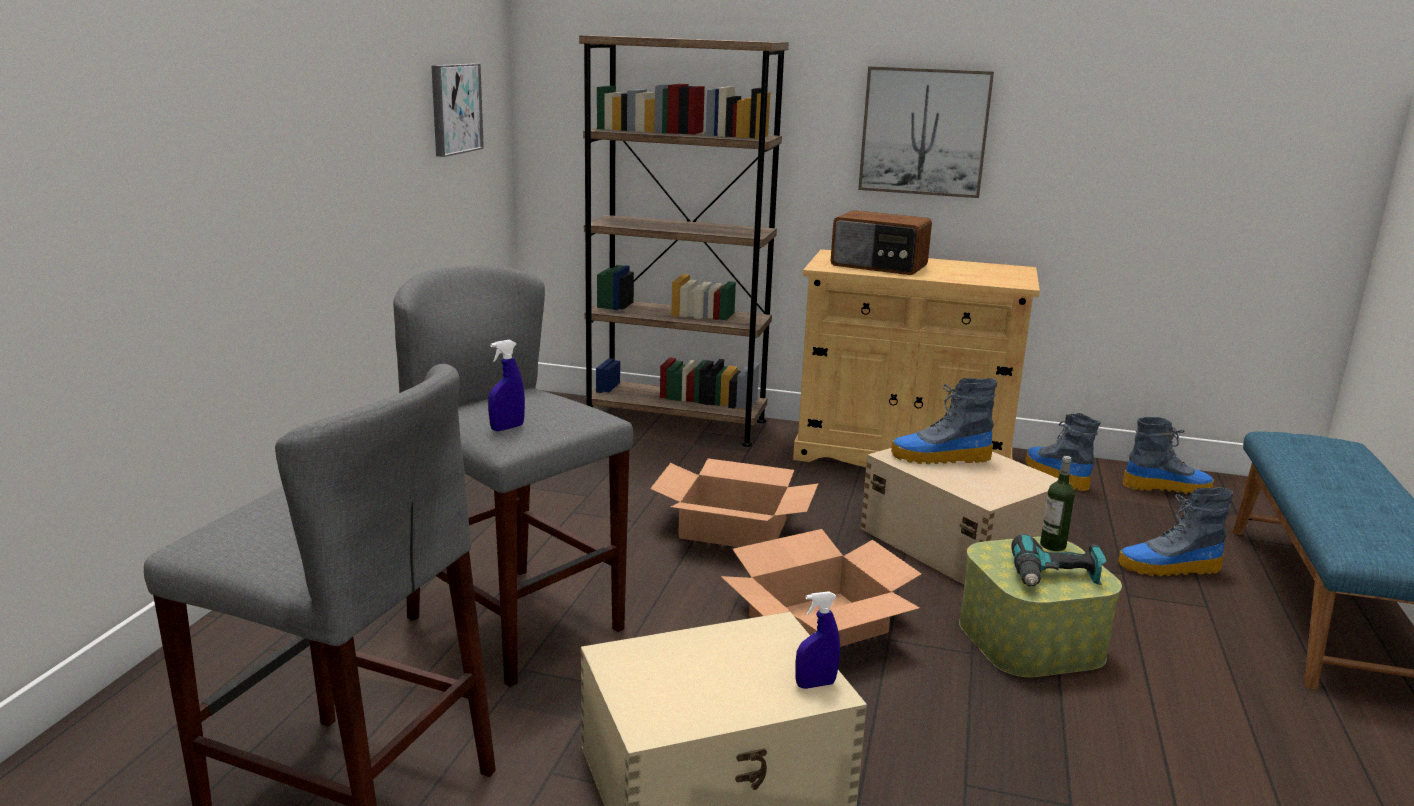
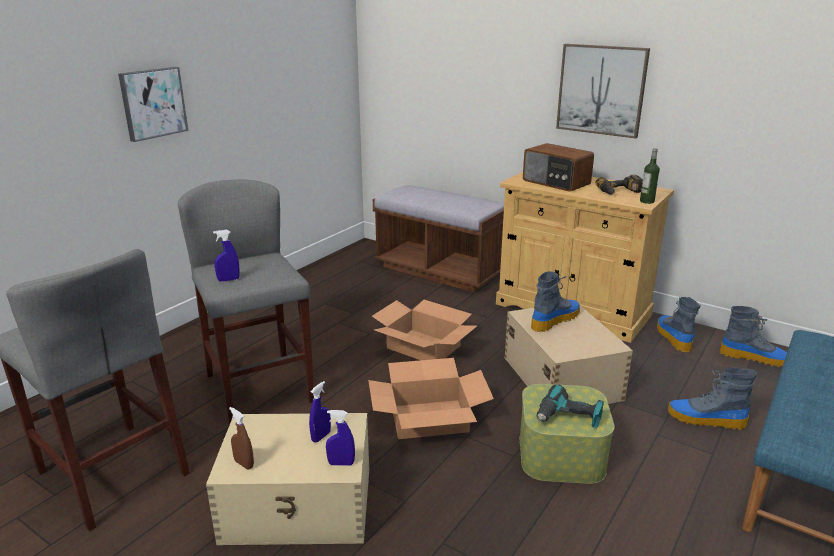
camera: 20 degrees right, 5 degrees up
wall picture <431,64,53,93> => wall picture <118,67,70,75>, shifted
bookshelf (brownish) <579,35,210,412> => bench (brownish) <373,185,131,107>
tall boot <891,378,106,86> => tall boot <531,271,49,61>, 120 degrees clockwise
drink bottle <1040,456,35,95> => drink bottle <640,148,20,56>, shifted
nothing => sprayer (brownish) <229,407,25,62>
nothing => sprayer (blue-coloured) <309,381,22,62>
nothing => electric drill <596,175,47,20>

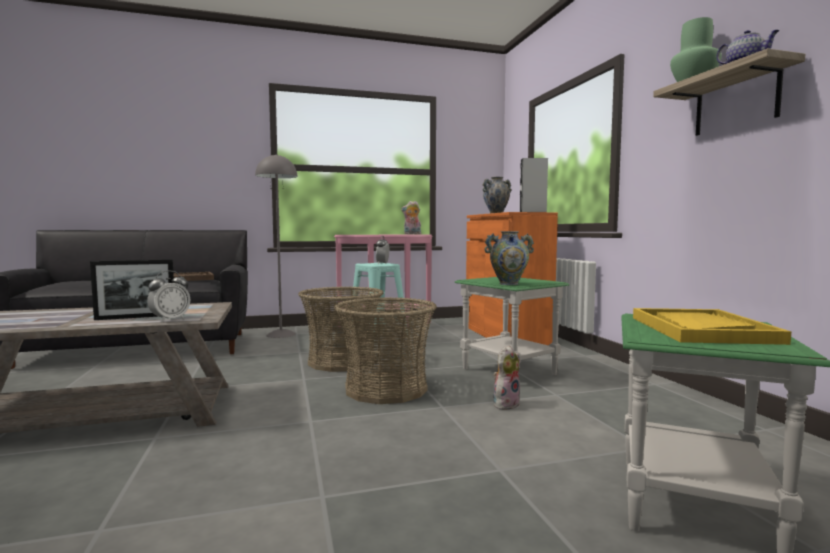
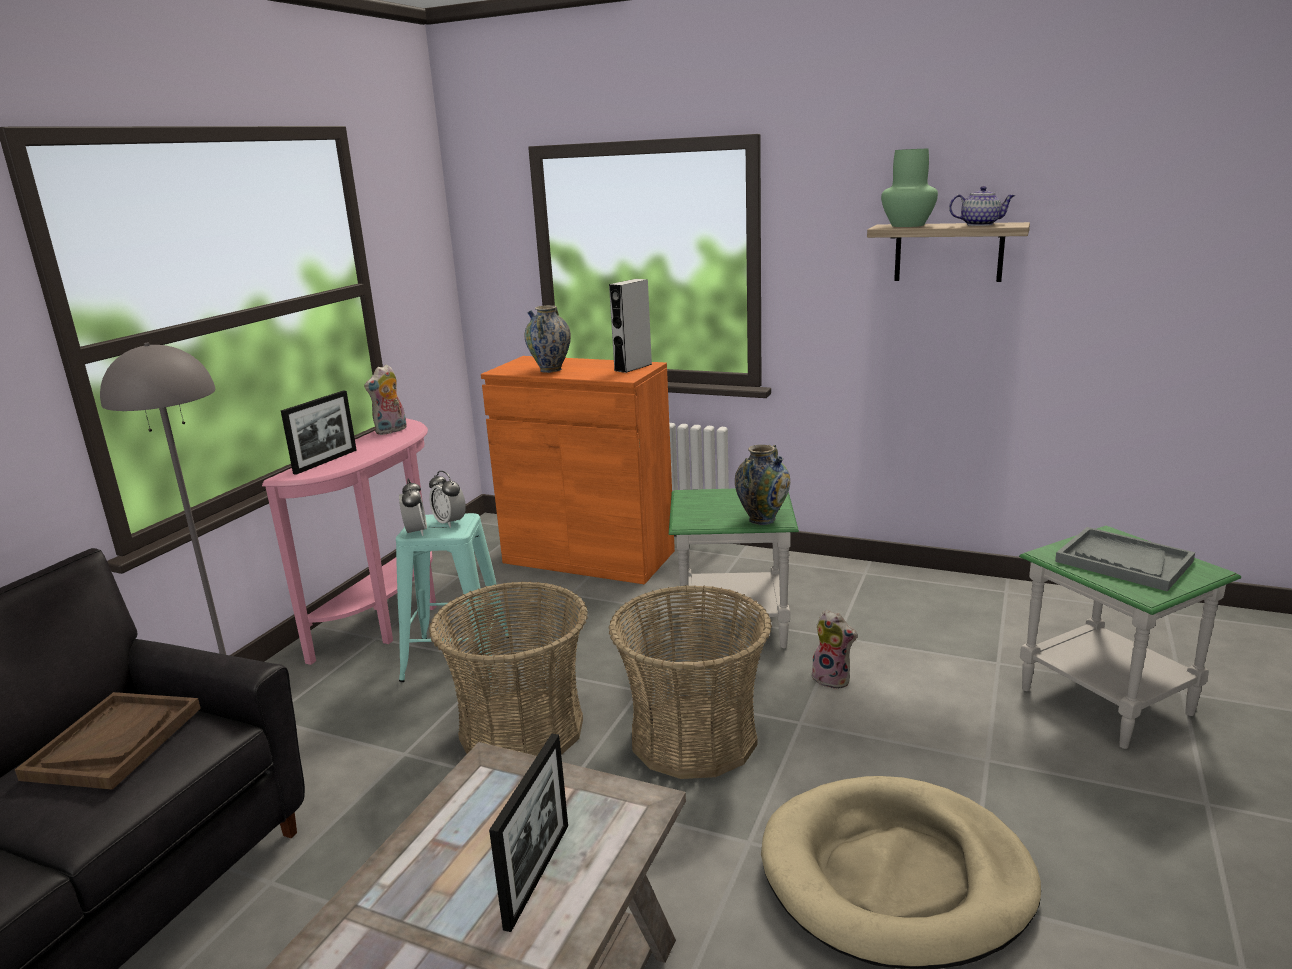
camera: 50 degrees left, 15 degrees up
alarm clock <147,271,43,51> => alarm clock <399,479,28,57>, shifted
plush toy <493,345,27,65> => plush toy <811,610,46,79>, 135 degrees clockwise
carrying tray (yellowish) <633,308,158,37> => carrying tray (gray) <1055,527,140,64>
nothing => picture frame <281,390,76,85>
nothing => dog cushion (sand-coloured) <761,776,280,193>

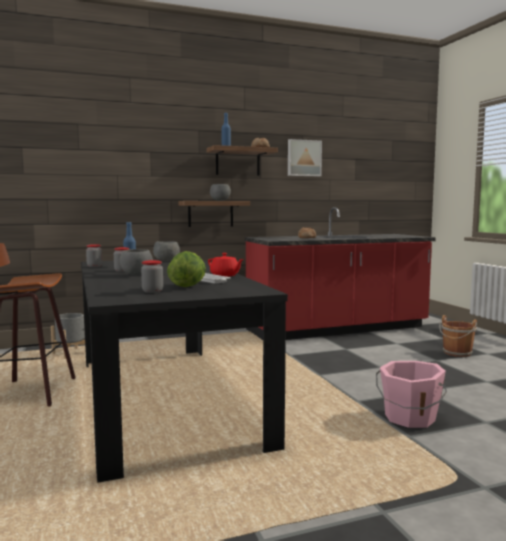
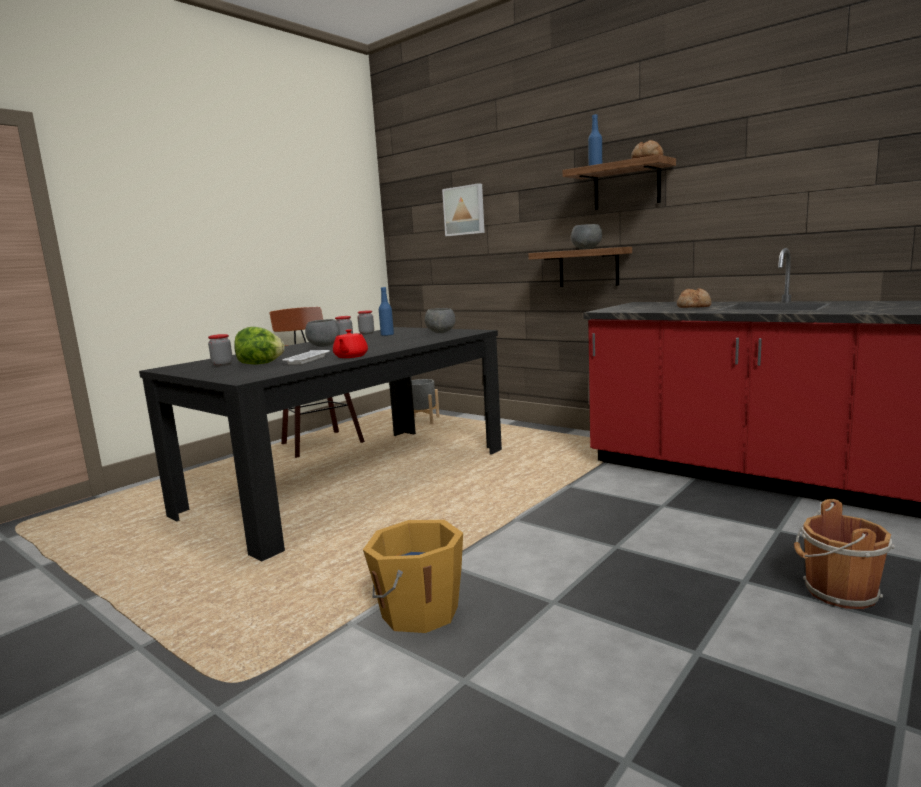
camera: 60 degrees right, 5 degrees up
wall picture <288,139,34,37> => wall picture <442,183,43,53>, shifted
bucket (pinkish) <376,361,71,67> => bucket (orange) <363,520,100,113>

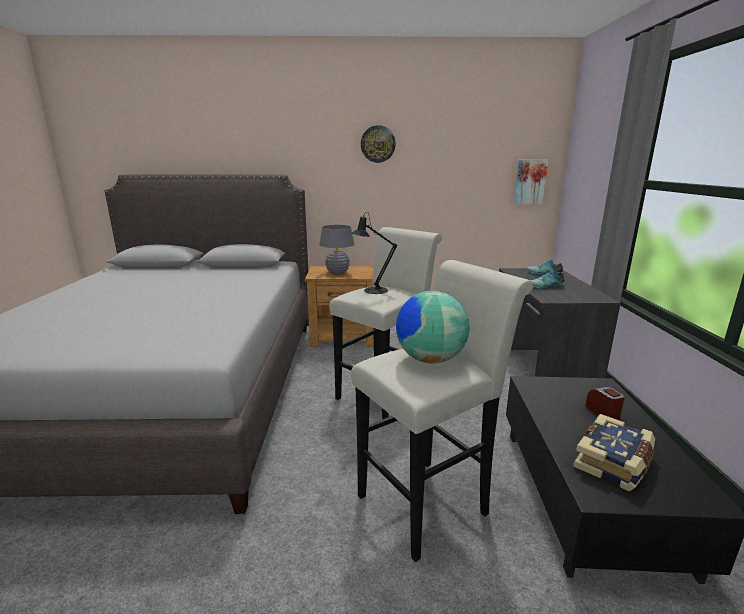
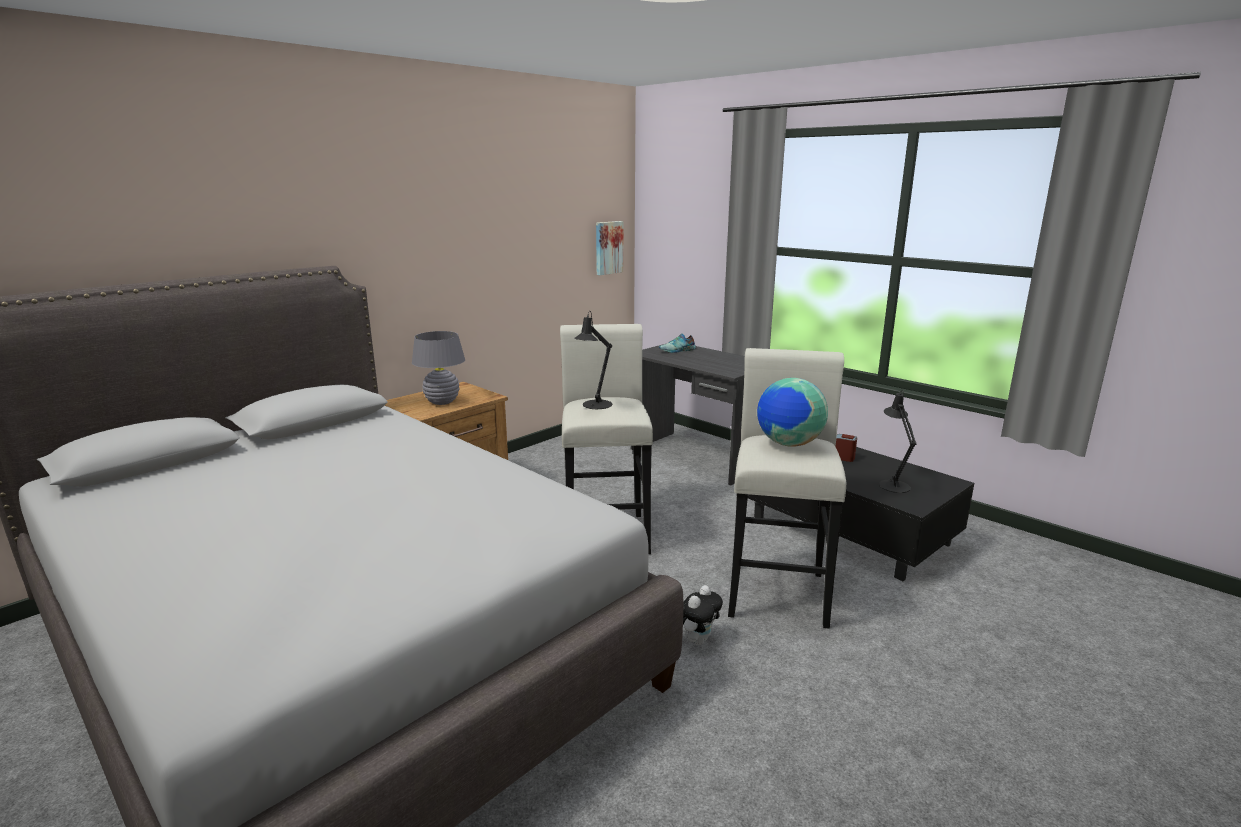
camera: 45 degrees left, 0 degrees up
wall clock <361,125,35,38> => nothing
low shoe <530,270,35,19> => nothing
book <573,414,82,77> => tabletop lamp (black) <879,390,38,103>
nothing => plush toy <683,585,40,60>

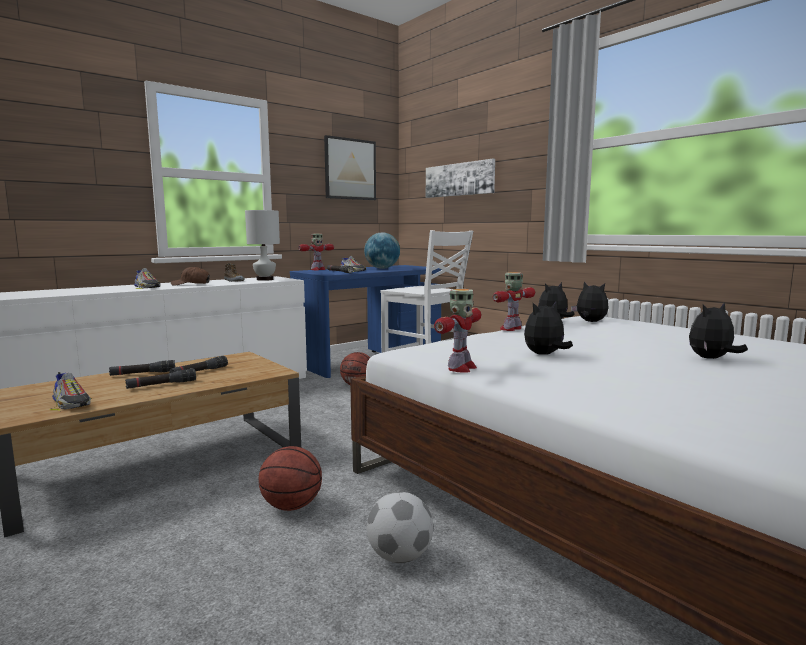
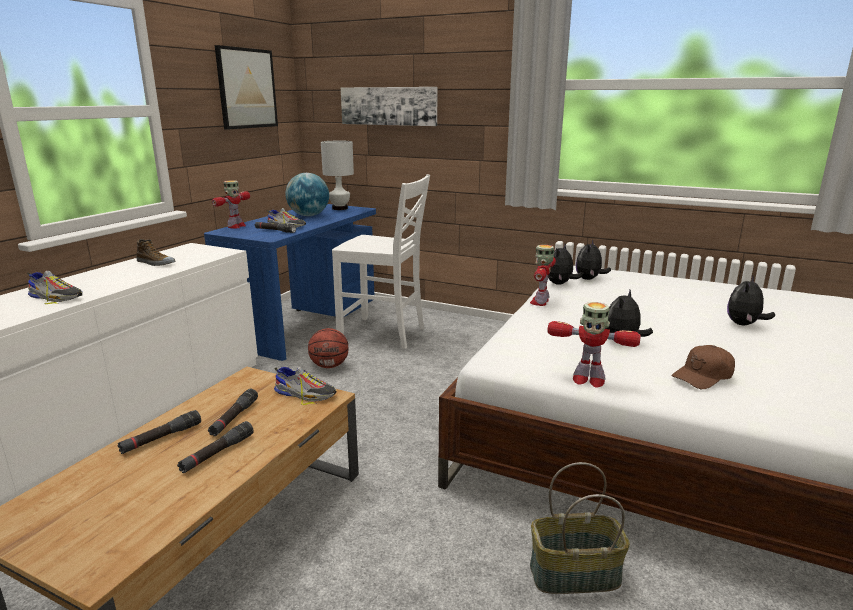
camera: 25 degrees left, 10 degrees up
low shoe <50,372,42,39> => low shoe <274,367,62,38>, shifted
cap (brownish) <171,266,39,20> => cap (brownish) <672,345,63,44>, shifted
tabletop lamp (whitish) <245,210,35,71> => tabletop lamp (whitish) <321,141,33,69>, shifted
ball for basketball <259,446,63,65> => nothing
football ball <367,492,66,71> => storage basket <530,462,100,132>
robot figure <434,289,47,84> => robot figure <547,302,94,85>, 105 degrees clockwise
plush toy <571,282,38,40> => plush toy <576,239,35,41>, 90 degrees counterclockwise

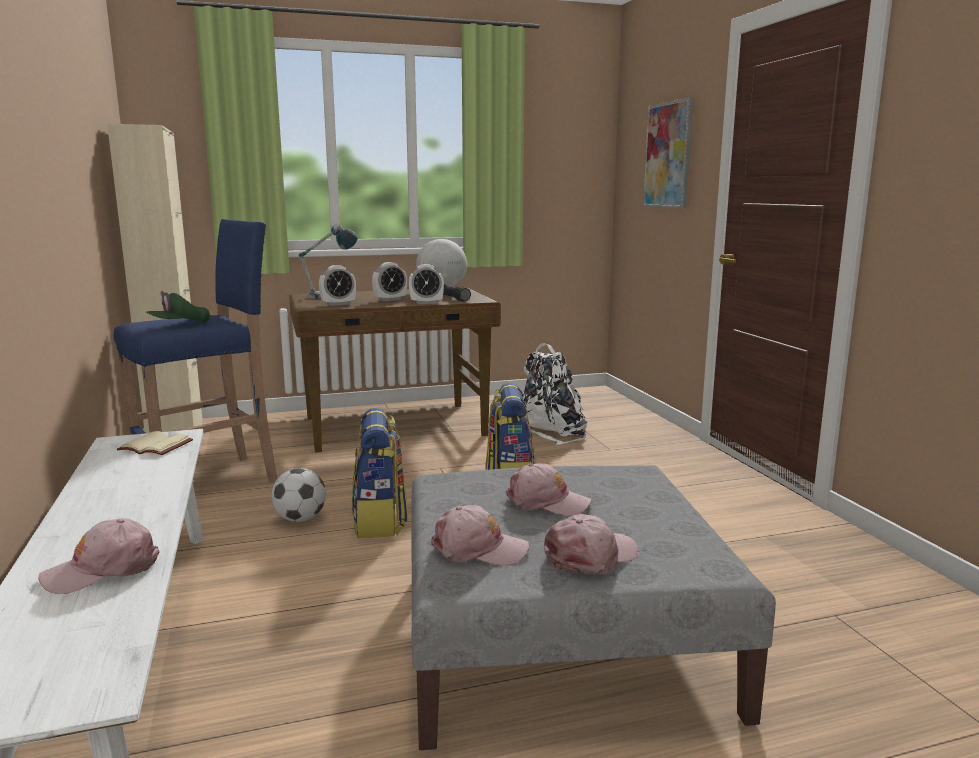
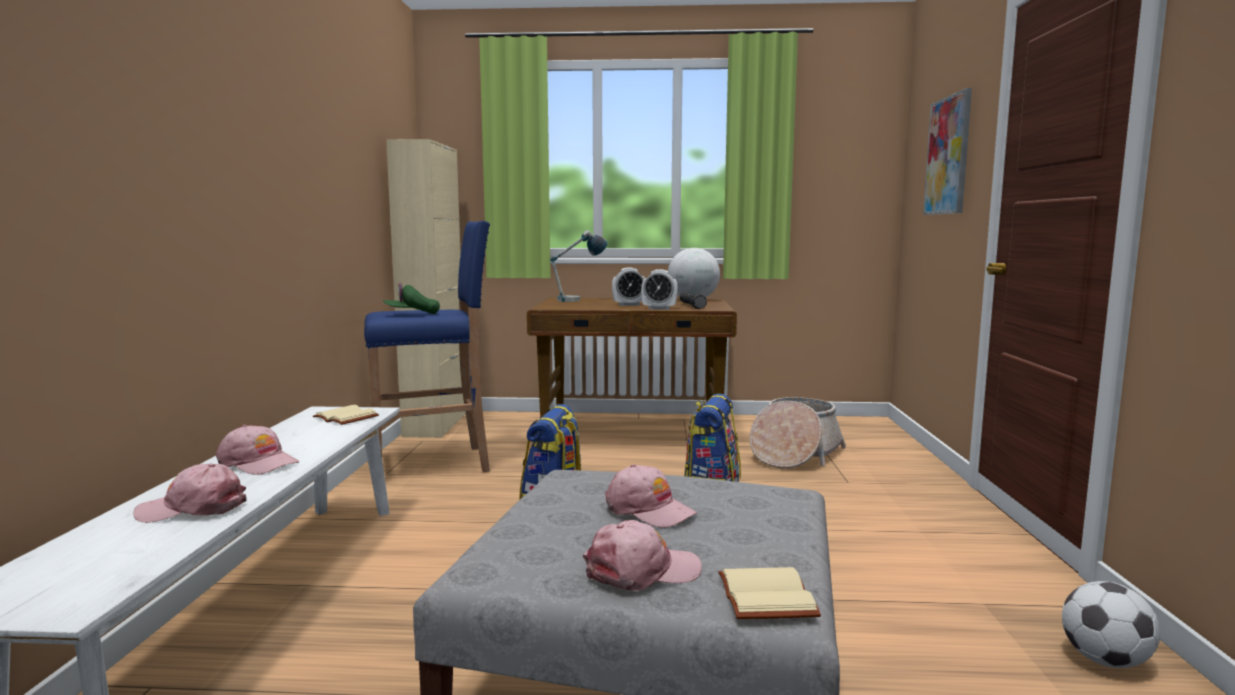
camera: 20 degrees right, 5 degrees down
football ball <271,468,55,54> => football ball <1062,581,98,87>, shifted
alarm clock <319,265,37,41> => nothing
cap (pinkish) <431,505,99,60> => cap (pinkish) <216,425,83,50>, shifted
rucksack (whitish) <523,343,64,102> => storage basket <750,397,96,71>
nothing => book (sand-coloured) <718,567,103,52>

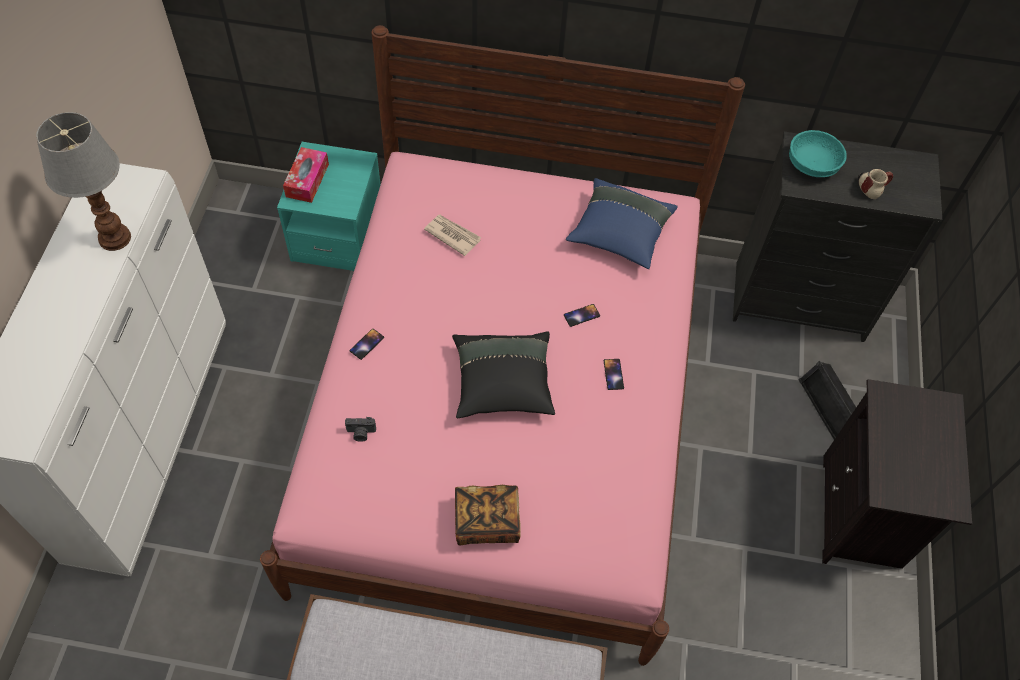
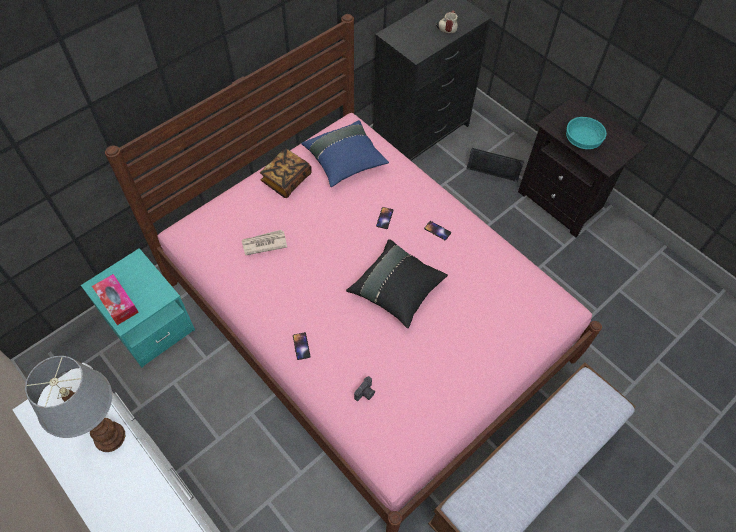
camera: 50 degrees left, 0 degrees up
book <455,485,66,61> => book <260,148,52,50>, shifted
bowl (turquoise-coloured) <789,130,58,47> => bowl (turquoise-coloured) <566,117,41,32>, shifted

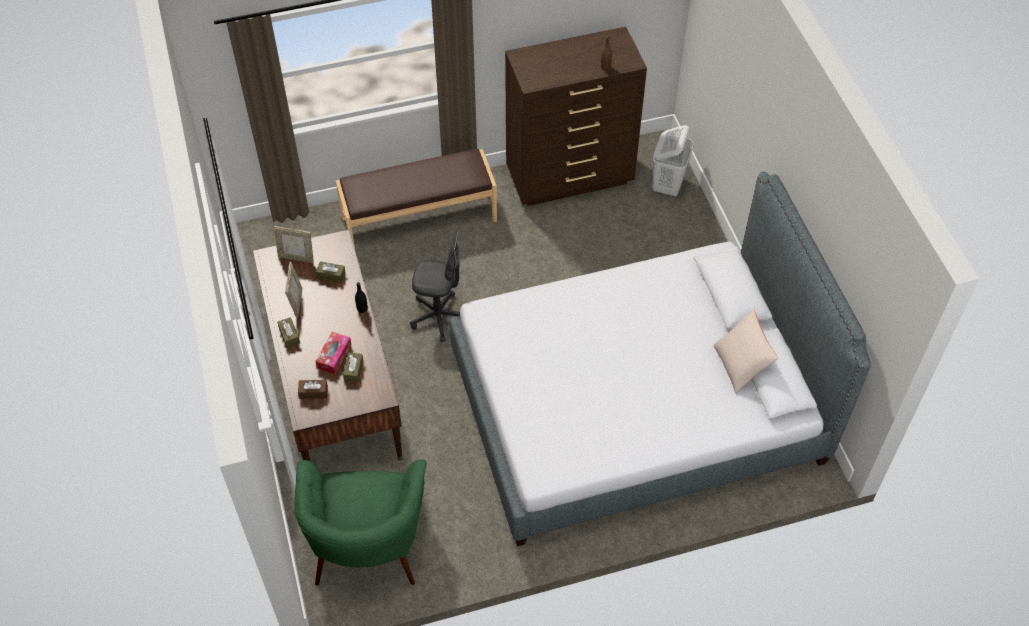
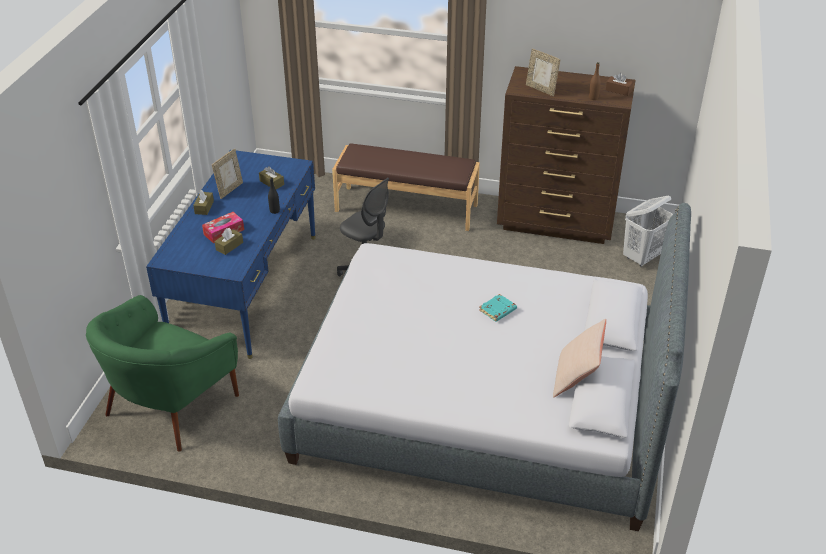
camera: 30 degrees right, 15 degrees down
desk (brownish) <253,230,150,232> => desk (blue-coloured) <146,150,170,209>
picture frame <274,226,40,37> => picture frame <526,48,34,48>, shifted
box of tissues (brownish) <298,380,30,19> => box of tissues (brownish) <606,73,27,23>, shifted
nothing => book (turquoise-coloured) <479,294,38,28>

